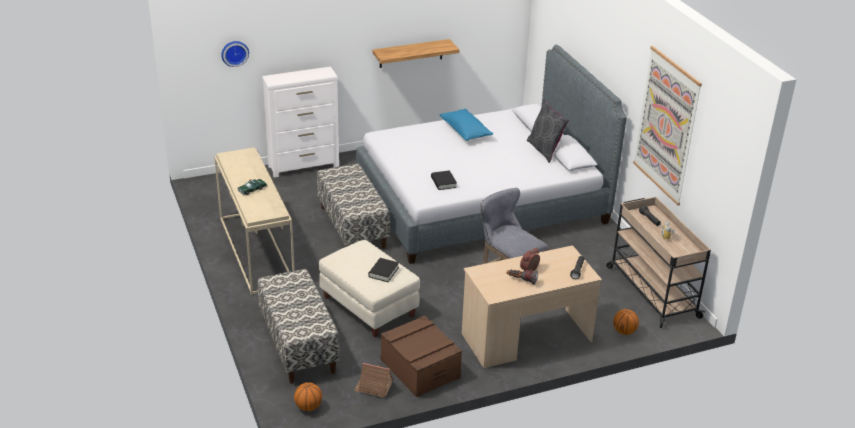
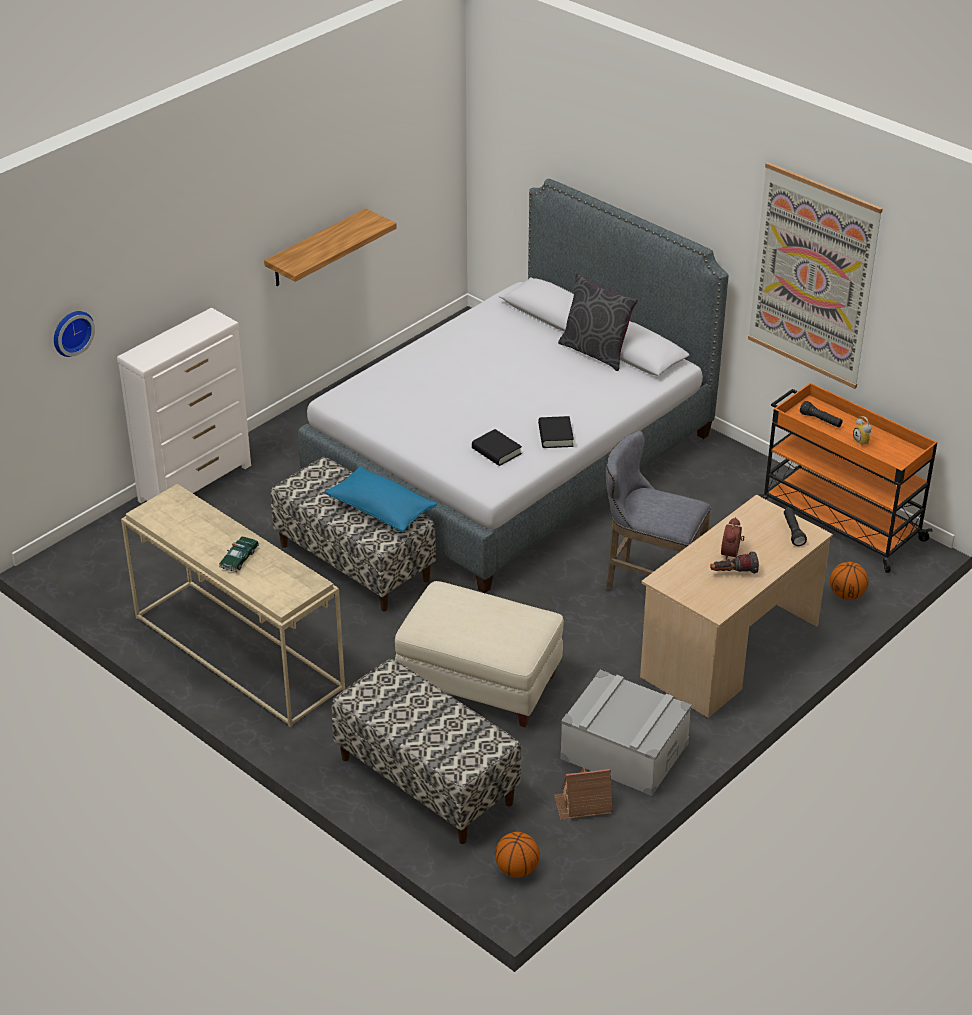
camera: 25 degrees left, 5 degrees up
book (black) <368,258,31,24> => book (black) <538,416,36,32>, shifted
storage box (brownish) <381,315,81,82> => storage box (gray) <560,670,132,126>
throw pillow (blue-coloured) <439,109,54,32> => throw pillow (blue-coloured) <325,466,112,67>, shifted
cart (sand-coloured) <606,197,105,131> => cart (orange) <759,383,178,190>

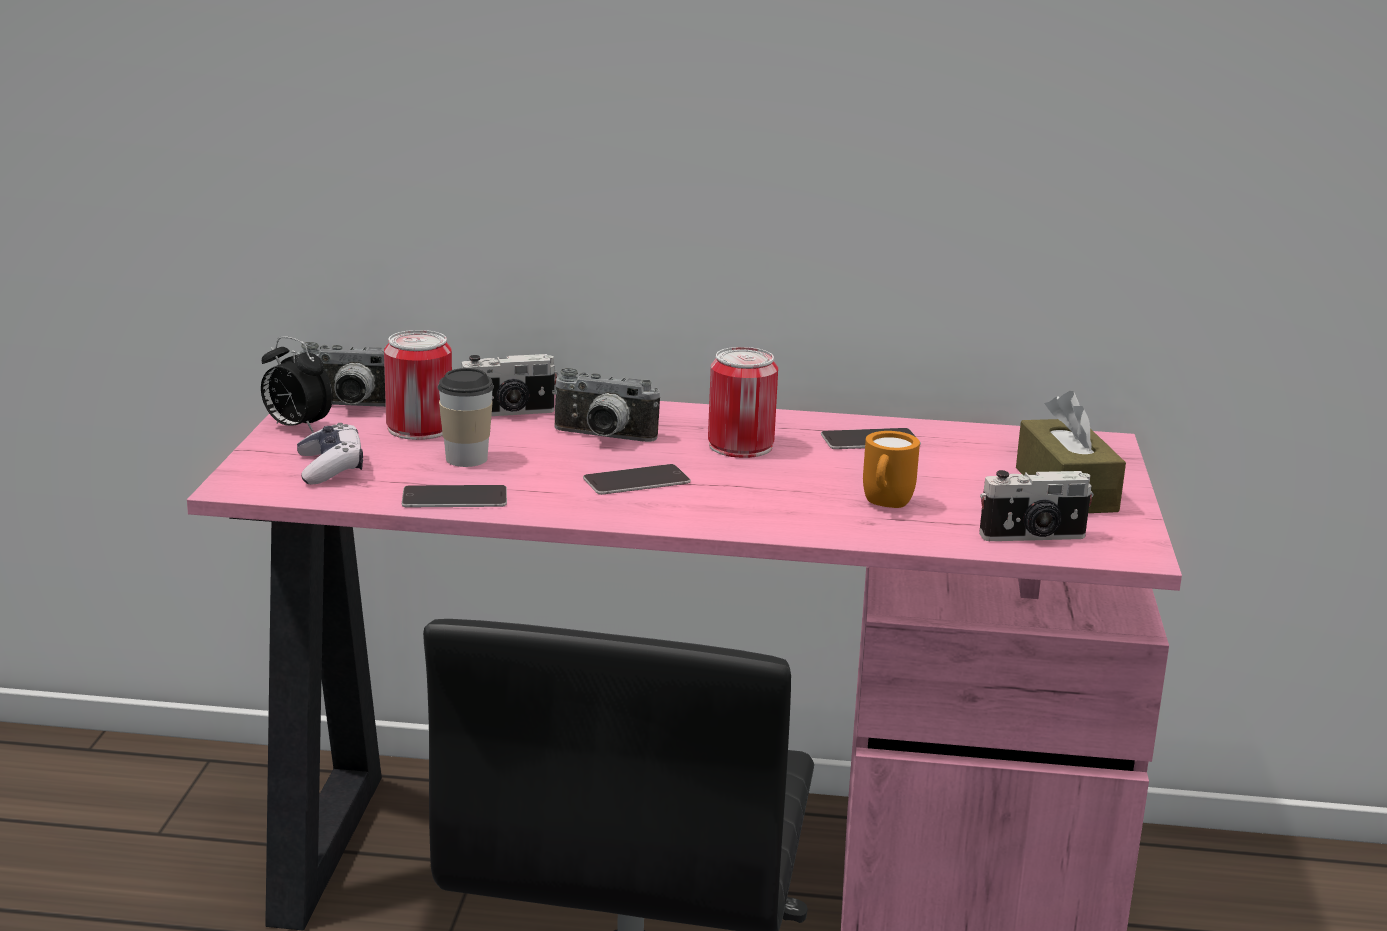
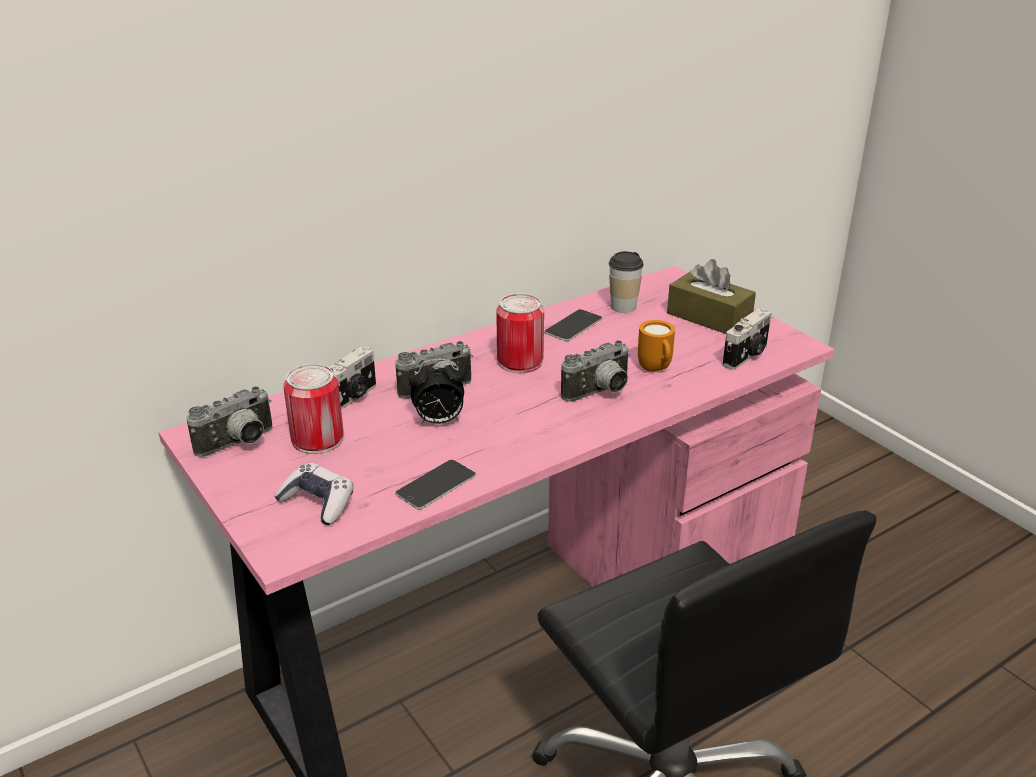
camera: 40 degrees left, 10 degrees up
alarm clock <261,336,72,97> => alarm clock <409,359,56,66>, shifted
small cup <437,368,57,99> => small cup <609,251,35,62>, shifted
telephone <583,464,108,31> => nothing
nothing => photo camera <561,340,69,62>

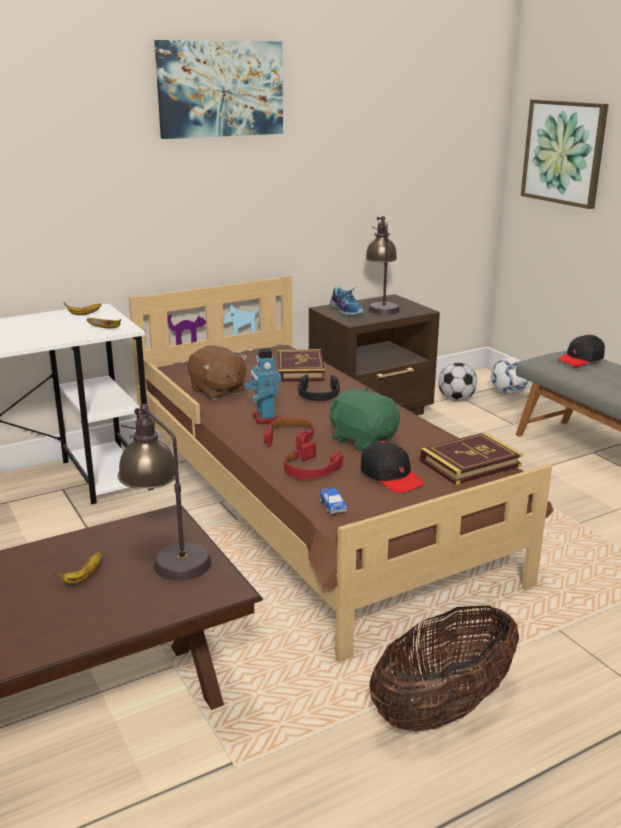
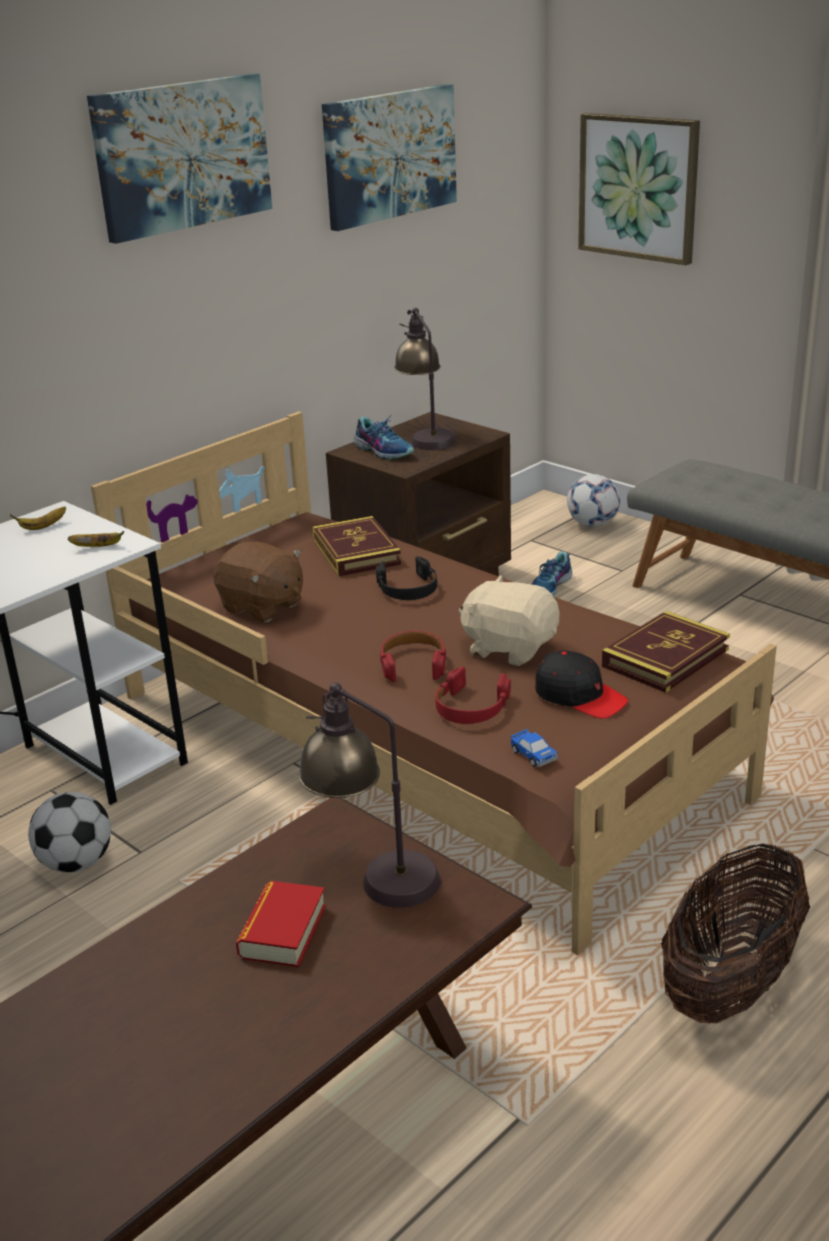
camera: 15 degrees left, 5 degrees up
banana <52,551,49,33> => book <236,881,90,86>
robot figure <244,348,37,76> => nothing
plush toy (green) <329,387,71,64> => plush toy (sand-coloured) <459,575,100,91>
football ball <438,363,39,38> => football ball <28,792,83,81>, shifted
cap (black) <557,334,48,33> => nothing
nothing => wall picture <322,84,135,147>
nothing => low shoe <532,551,40,46>

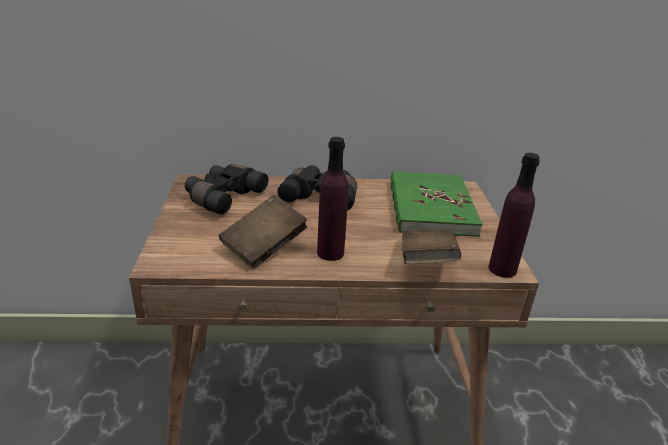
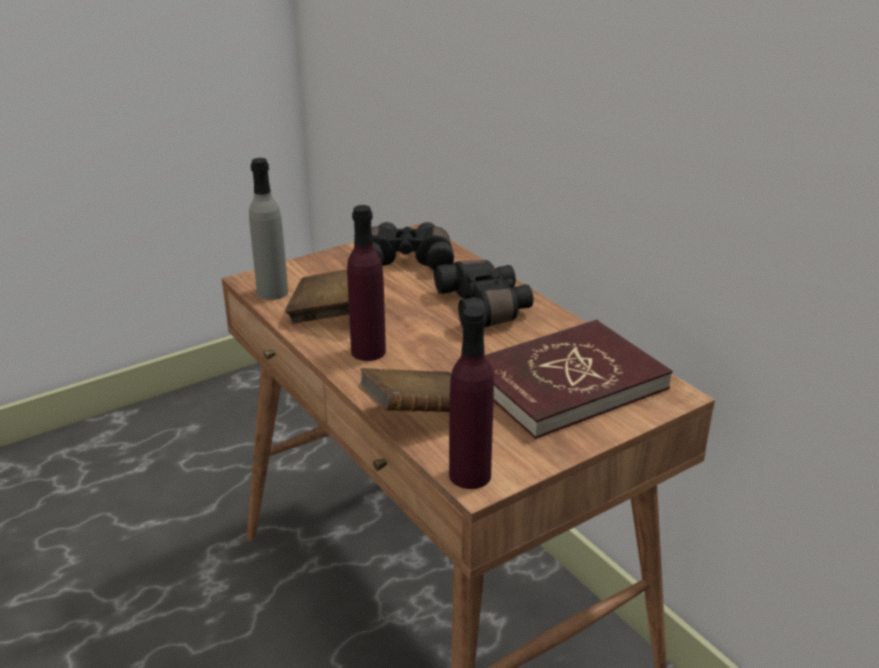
camera: 60 degrees right, 0 degrees up
book (green) <391,171,91,66> => book (reddish) <485,320,188,119>
nothing => drink bottle (gray) <249,158,39,142>

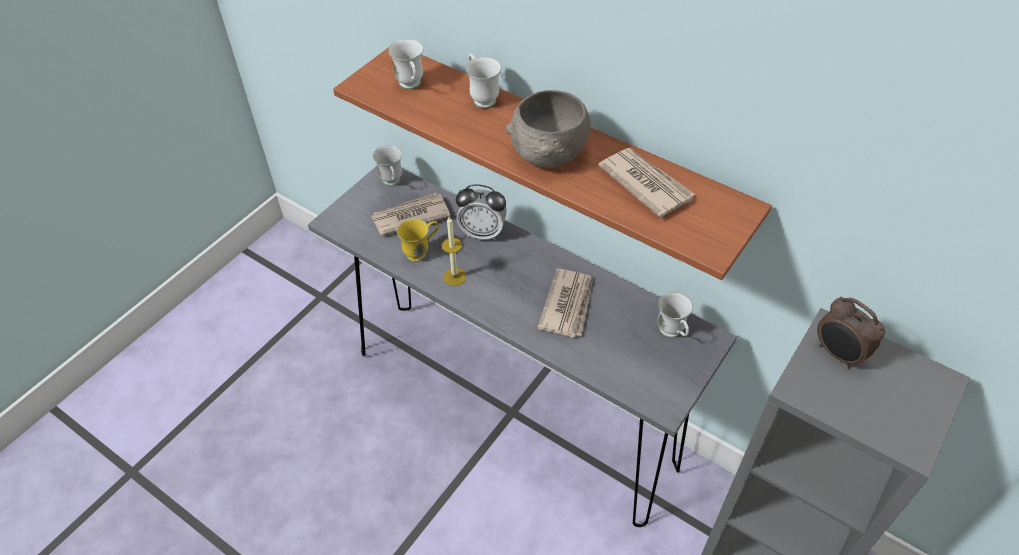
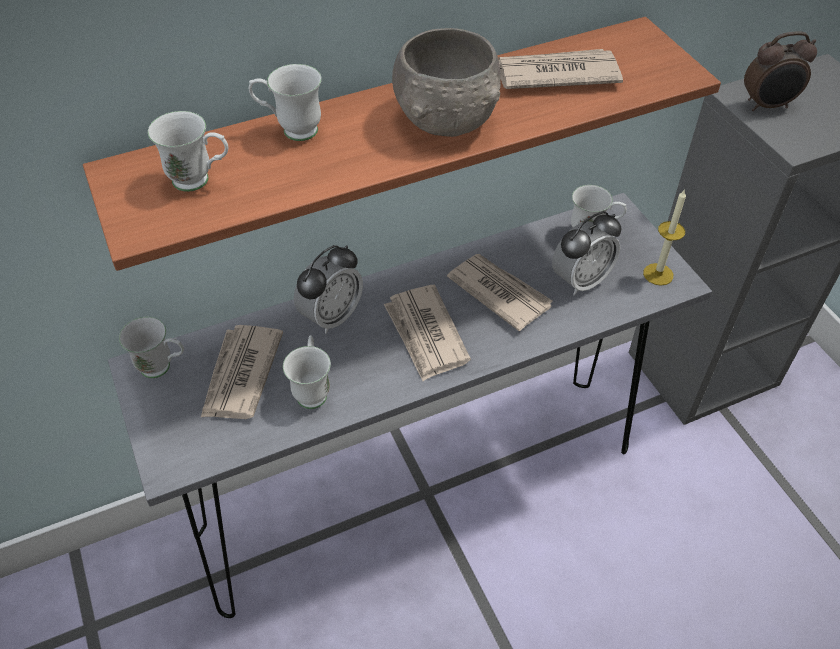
camera: 60 degrees left, 0 degrees up
mug (yellowish) <397,218,42,44> => mug (whitish) <283,335,48,74>
wax light <442,217,24,69> => wax light <643,189,43,97>, shifted
nothing => newspaper <384,285,87,96>
nothing => alarm clock <552,211,70,85>

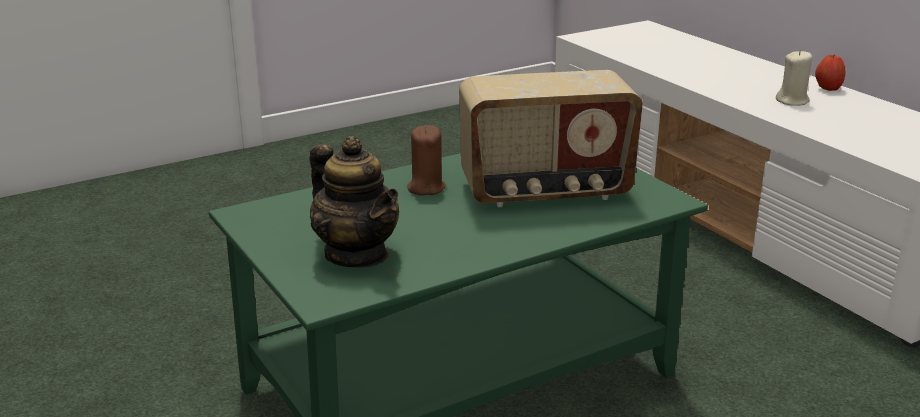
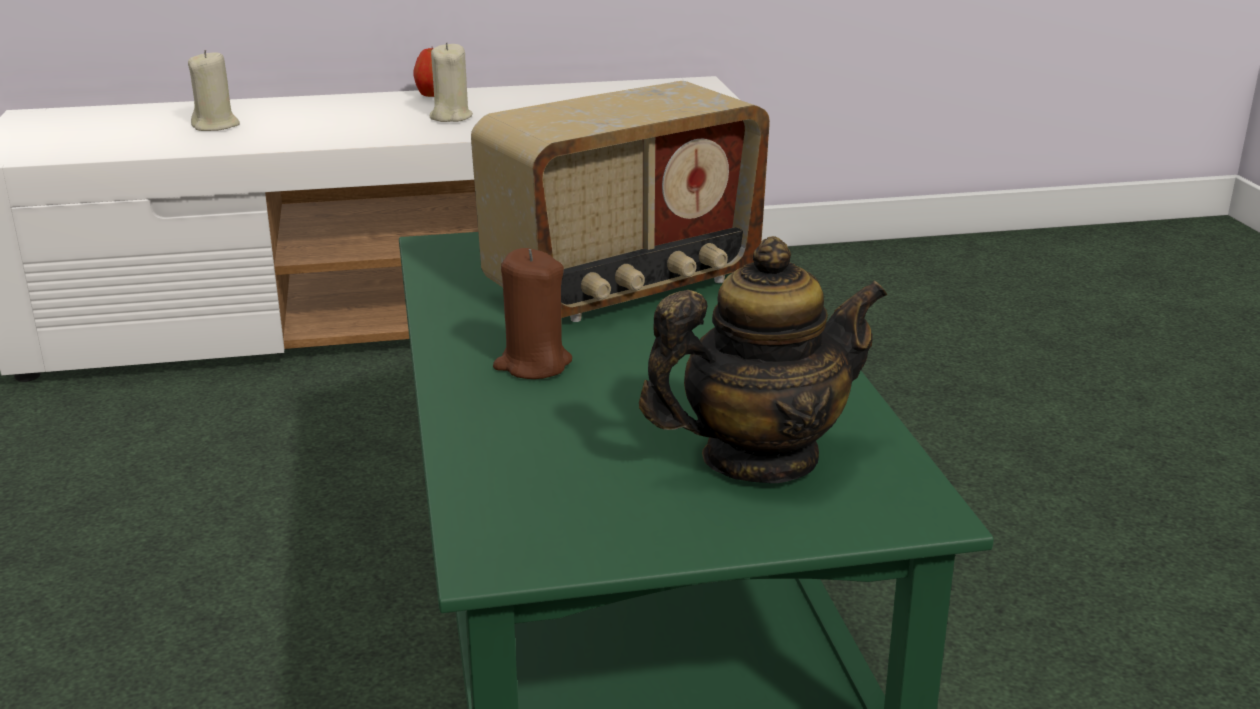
camera: 70 degrees left, 0 degrees up
radio receiver <459,70,184,137> => radio receiver <471,81,299,241>, 45 degrees clockwise
nothing => wax light (sand-coloured) <188,50,52,81>

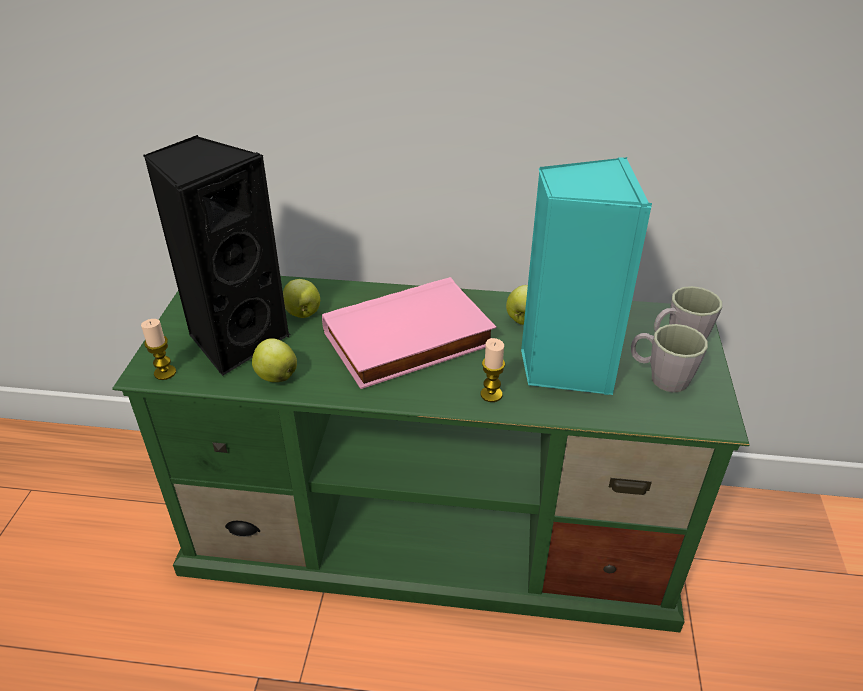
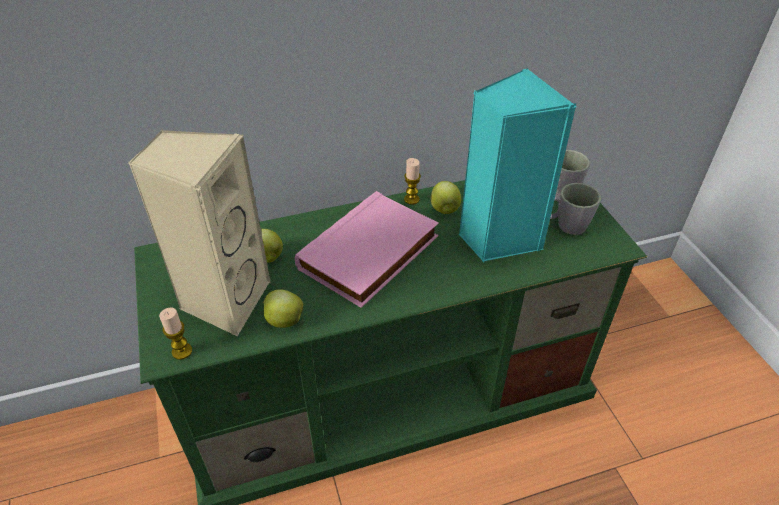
camera: 25 degrees left, 5 degrees up
speaker (black) <143,135,147,241> => speaker (sand-coloured) <128,129,143,207>
wax light <481,338,24,64> => wax light <404,158,17,47>, shifted

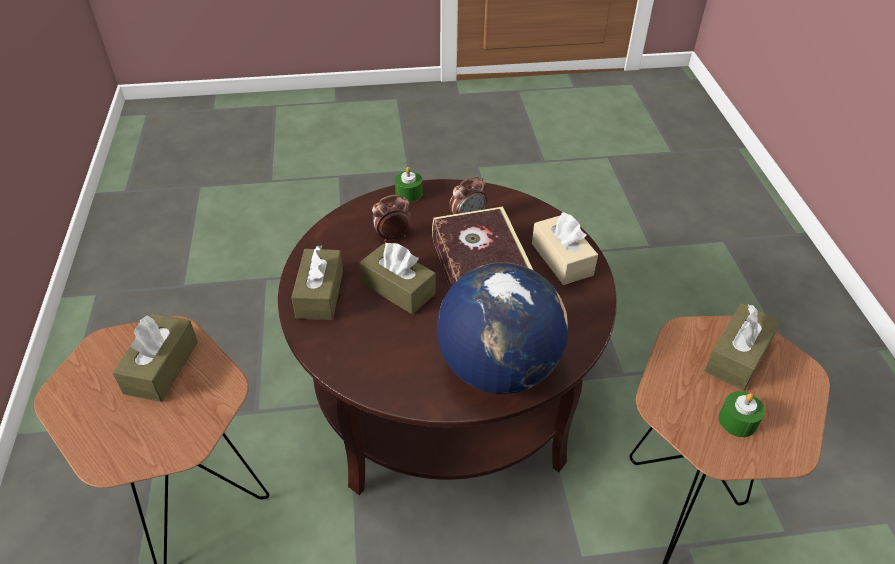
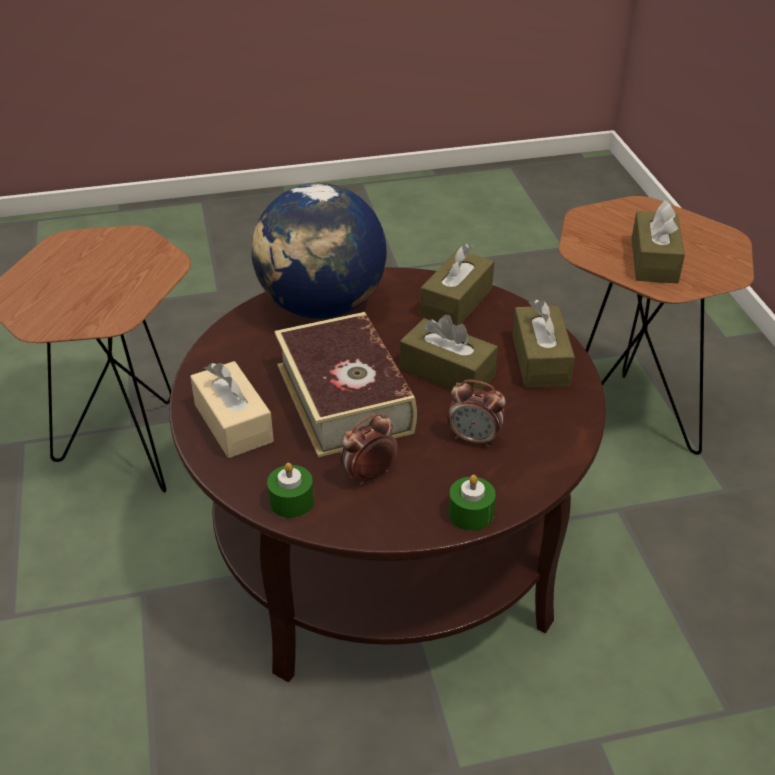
camera: 175 degrees right, 5 degrees down
alarm clock <372,195,40,46> => alarm clock <448,380,58,67>, 45 degrees clockwise
box of tissues (brownish) <704,303,77,88> => box of tissues (brownish) <420,243,74,83>, shifted
wax light (green) <719,391,46,46> => wax light (green) <267,463,47,55>, shifted

